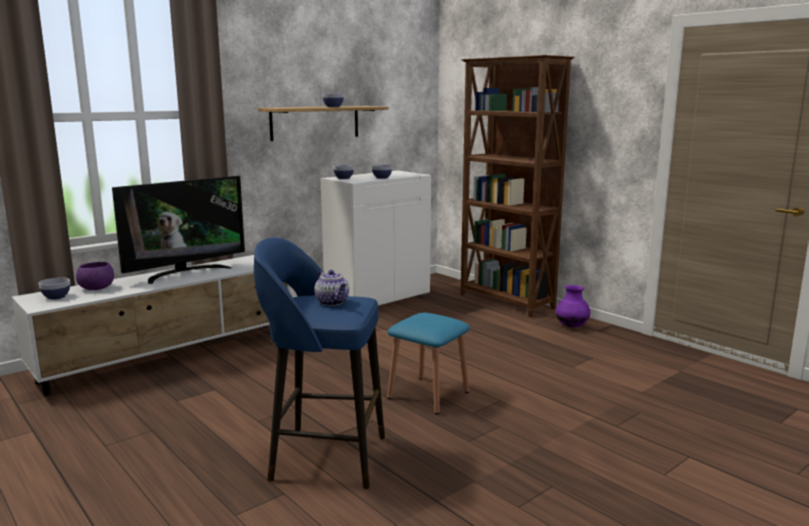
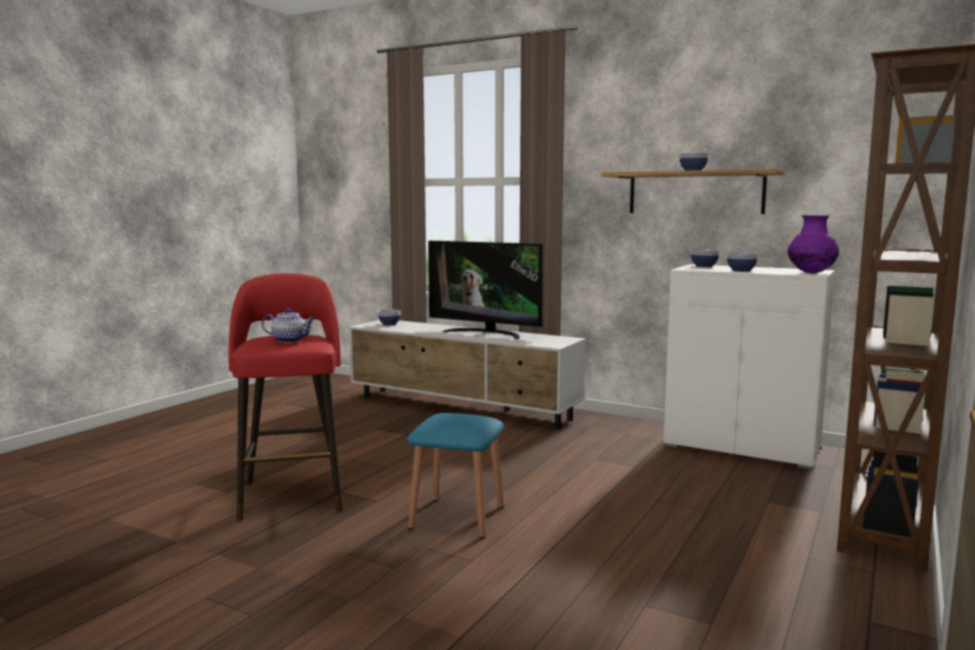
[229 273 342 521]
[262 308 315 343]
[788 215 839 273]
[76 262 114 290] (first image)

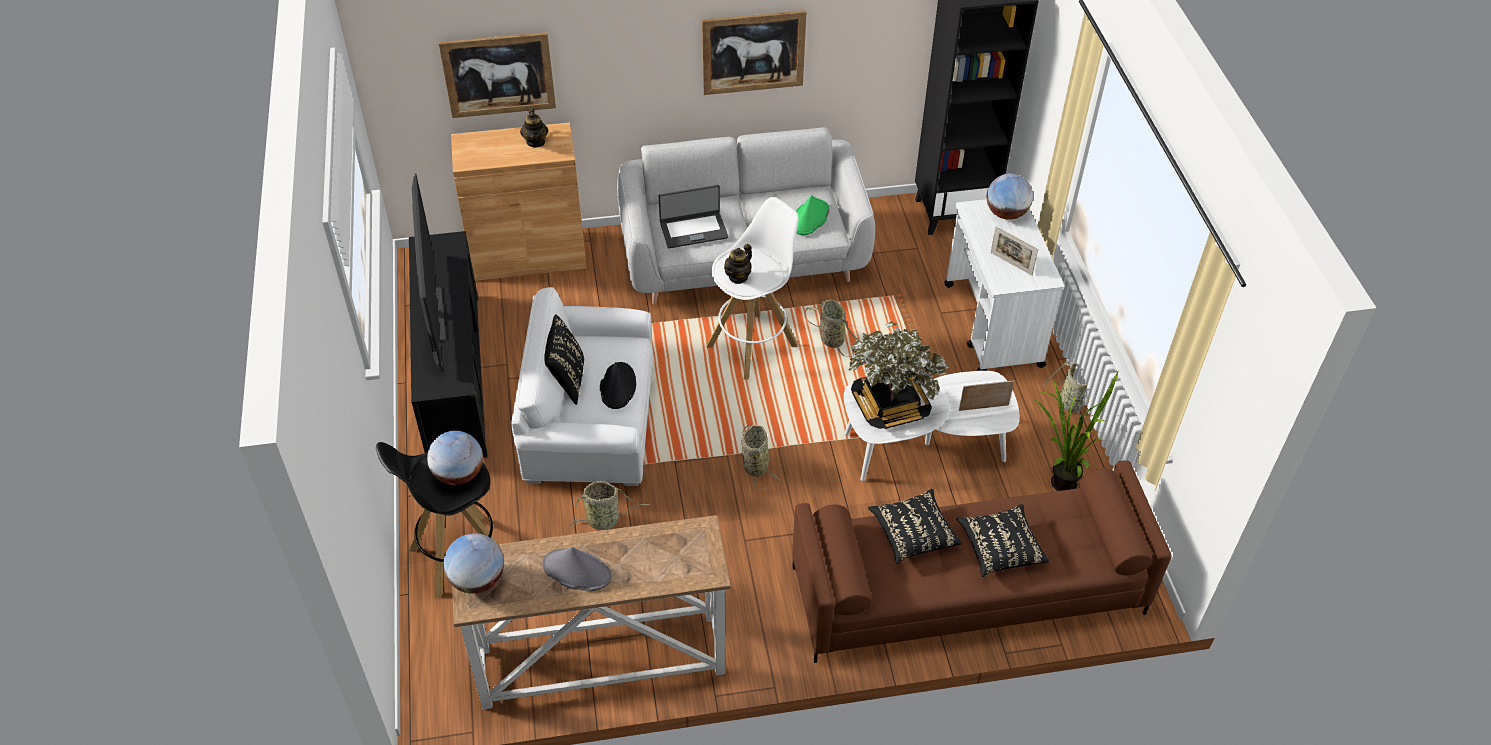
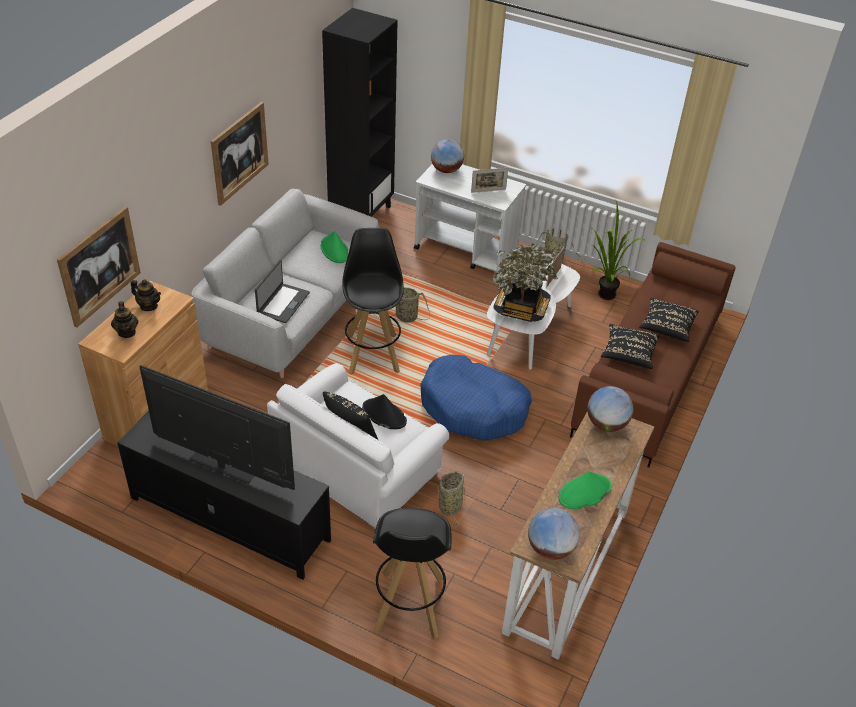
[111 301 138 338]
[342 228 404 375]
[421 355 532 441]
[559 471 611 509]
[587 386 633 432]

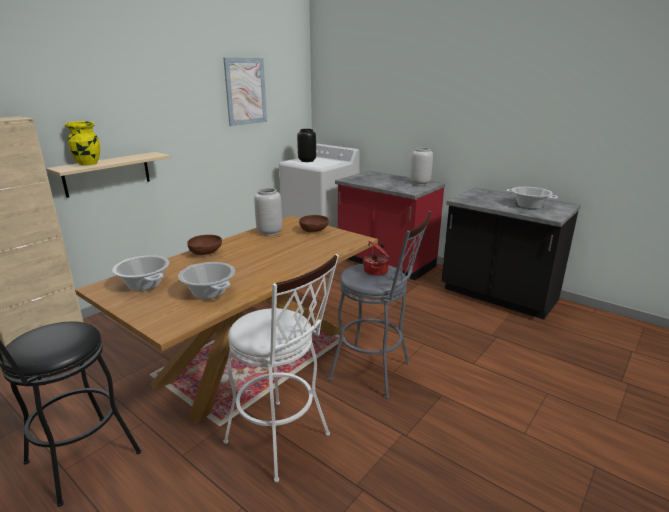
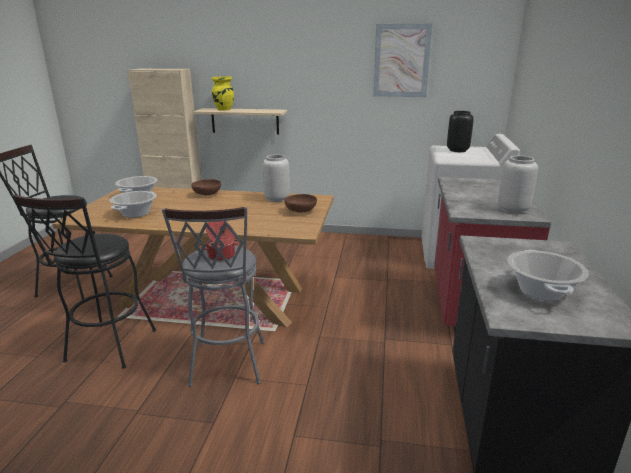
[11 194 156 369]

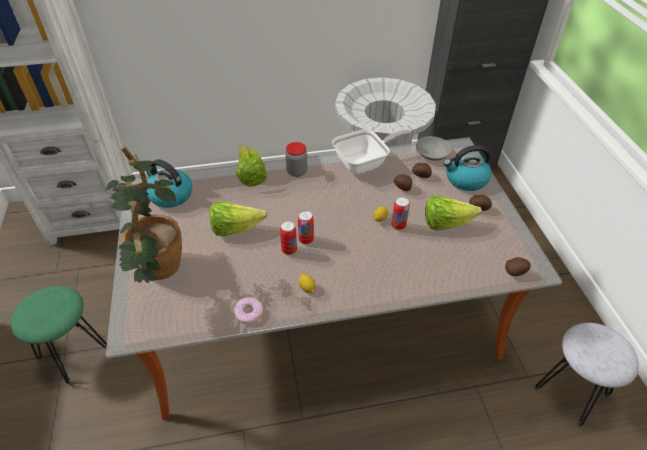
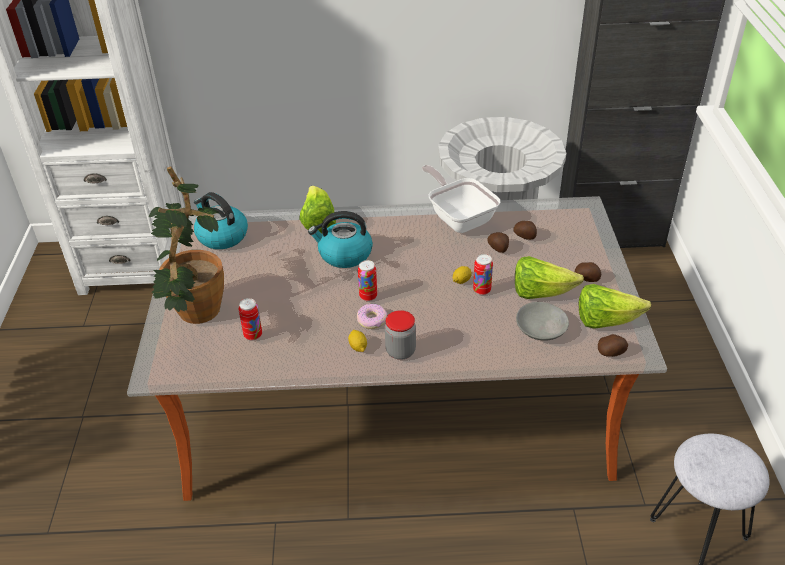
[239 298 262 341]
[308 211 373 268]
[357 304 387 329]
[385 310 416 360]
[422 165 501 233]
[516 302 569 341]
[579 284 651 329]
[11 286 107 385] (first image)

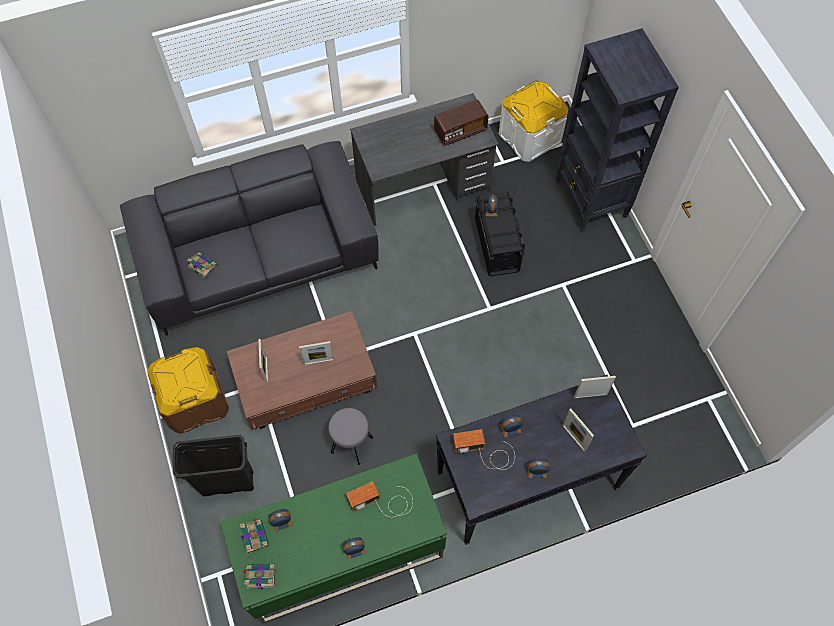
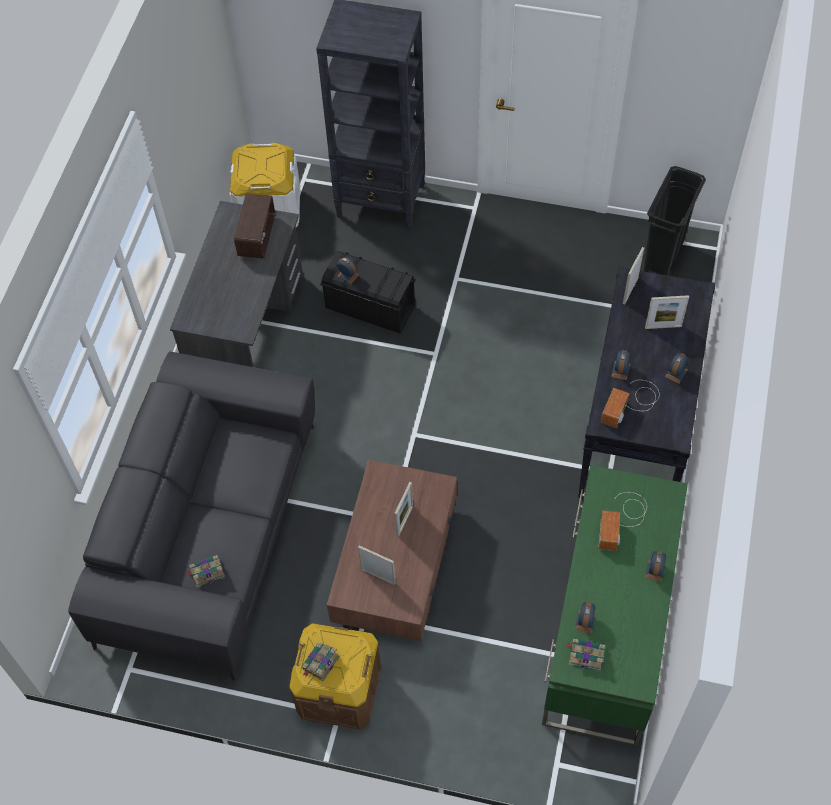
[302 642 340 681]
[644 166 706 275]
[328 408 373 465] (first image)

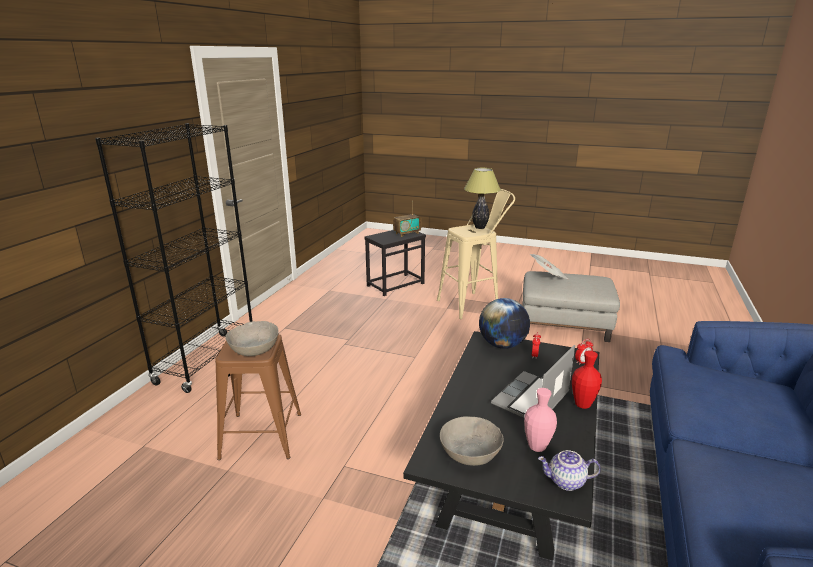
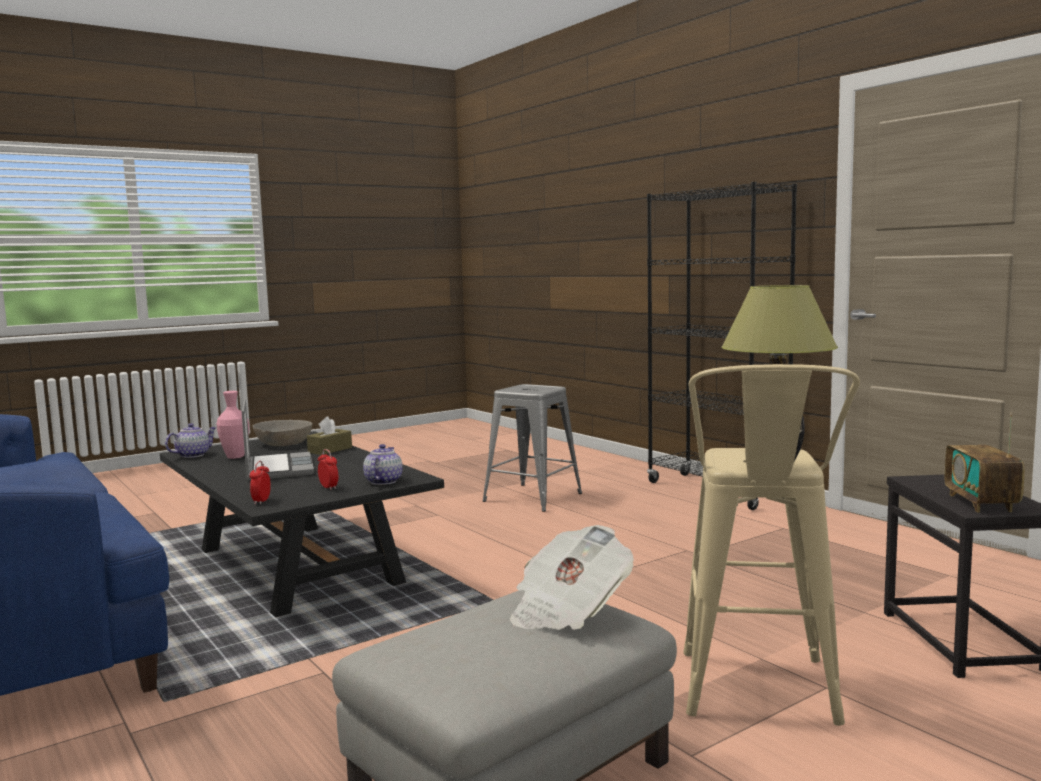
[307 416 352 455]
[363 444 403 485]
[483 384 582 512]
[225 321 279 356] (first image)
[572 351 602 409] (first image)

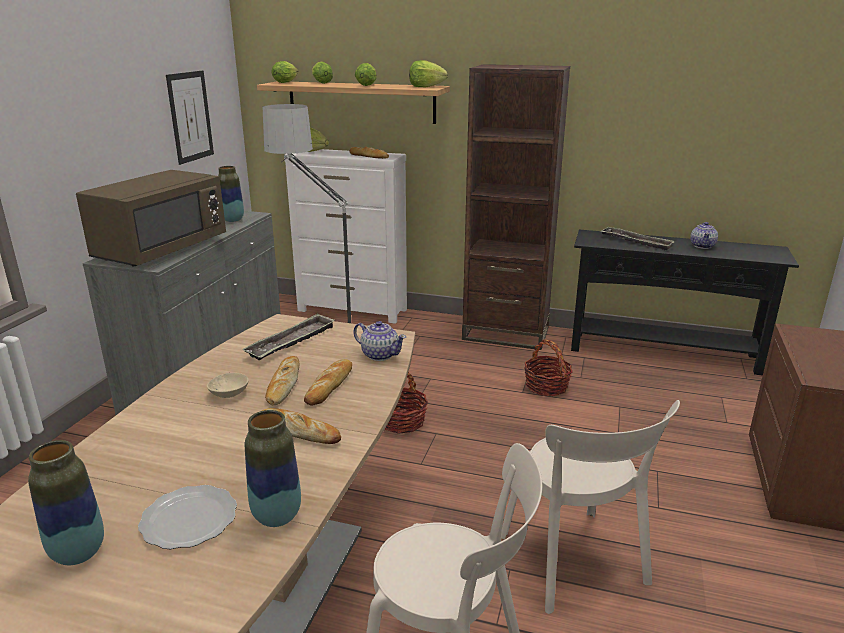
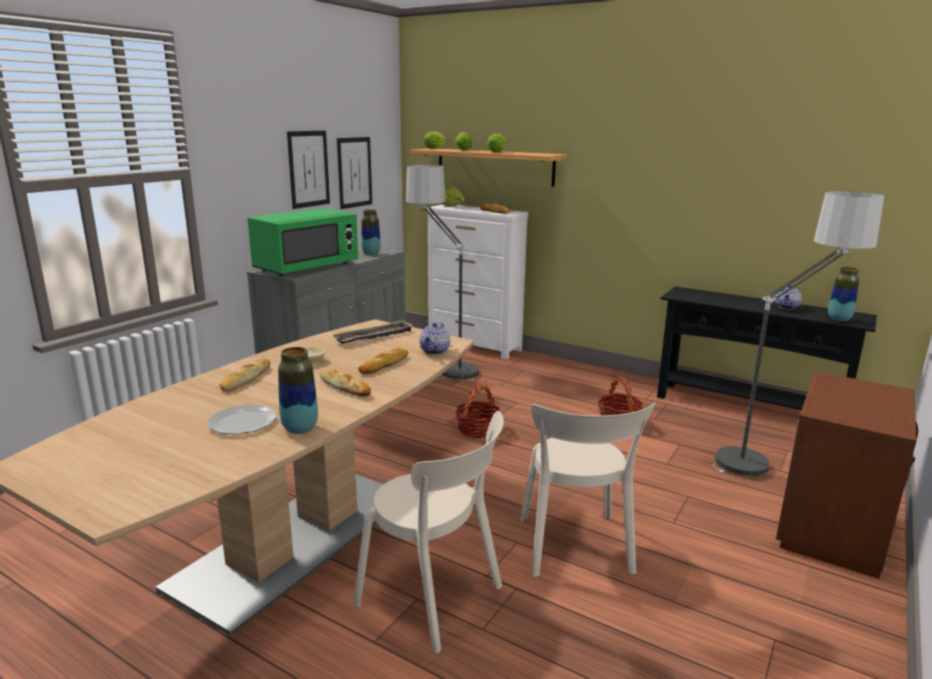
[219 359 270 391]
[247 208 358 276]
[287 131 330 209]
[419 322 450 355]
[713 191 884 477]
[828 267 859 321]
[409 60 448 88] (first image)
[462 64 570 350] (first image)
[601 227 675 251] (first image)

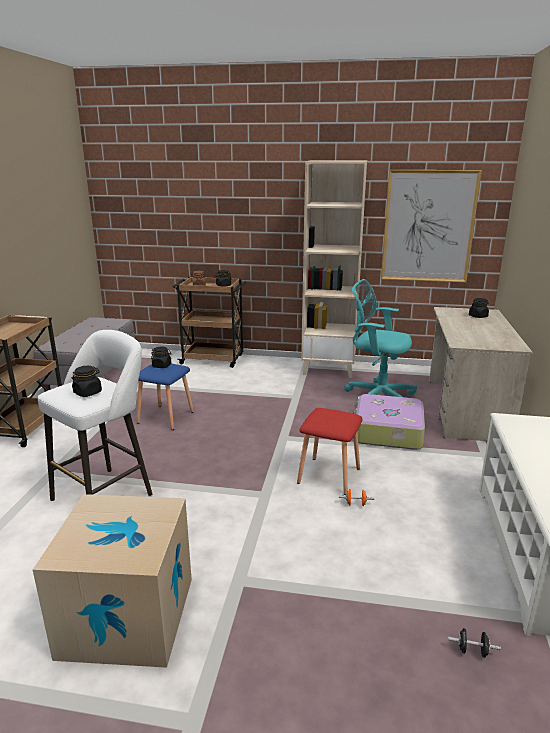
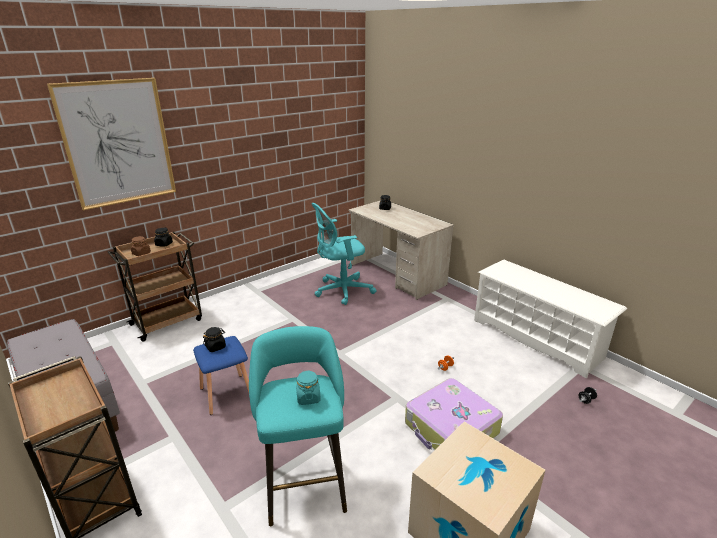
[47 78 176 210]
[249 326 347 526]
[296 371 321 405]
[405 378 503 451]
[297 408 363 495] (first image)
[301 160 367 378] (first image)

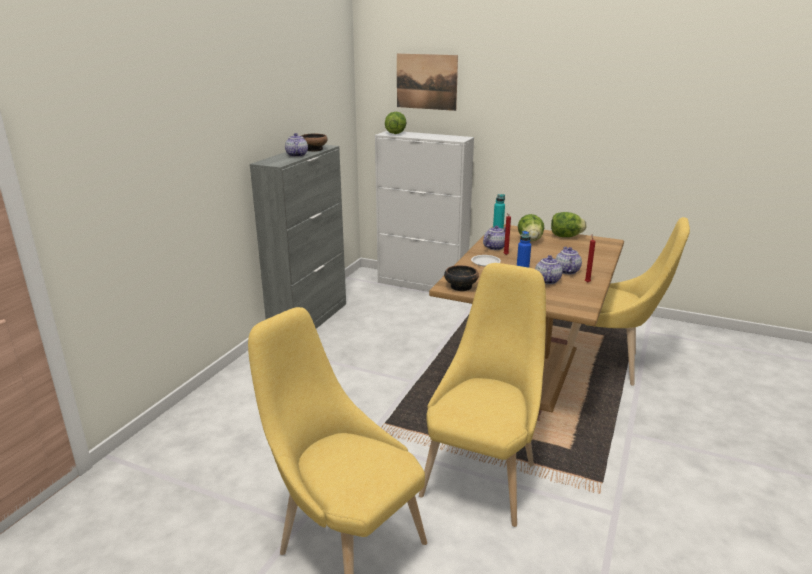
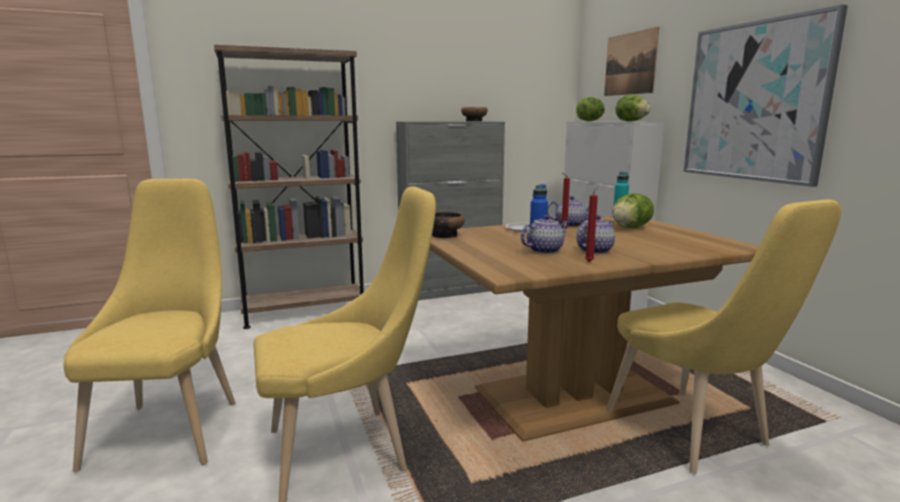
[214 45 364 329]
[615 95 651 121]
[684 5 848 187]
[285 133 308 157] (first image)

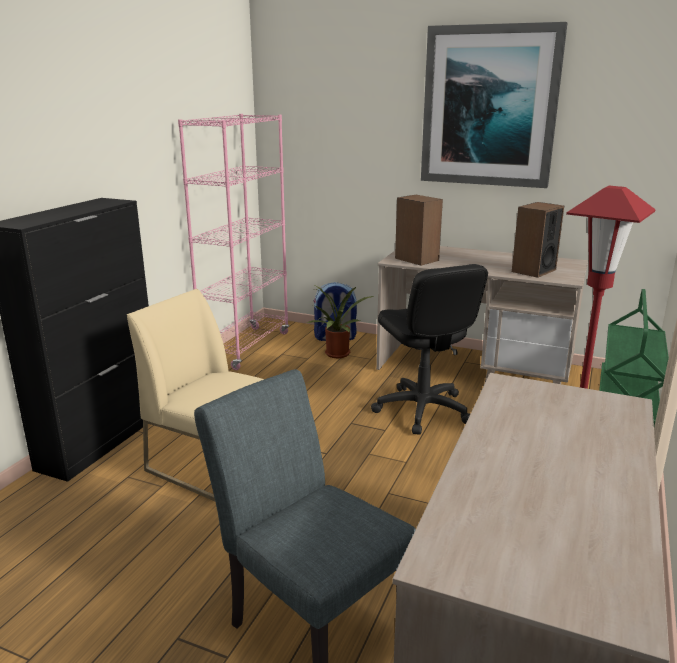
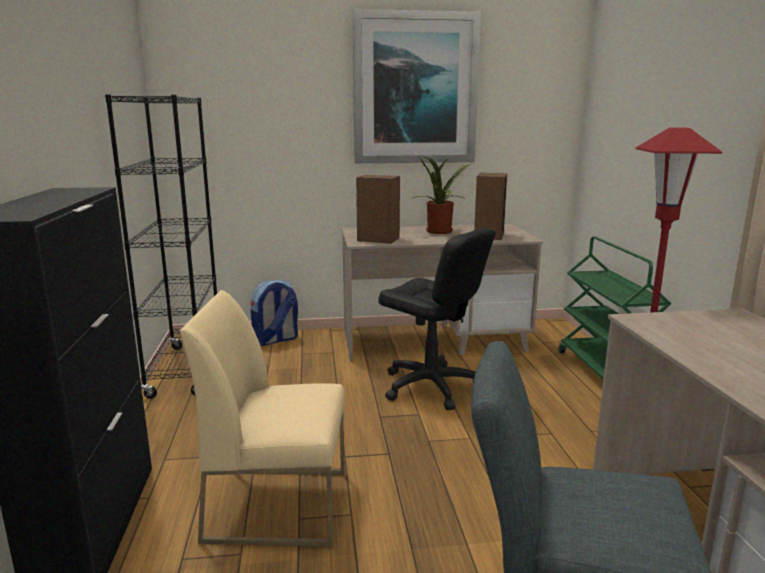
[105 94 217 399]
[410 156 471 234]

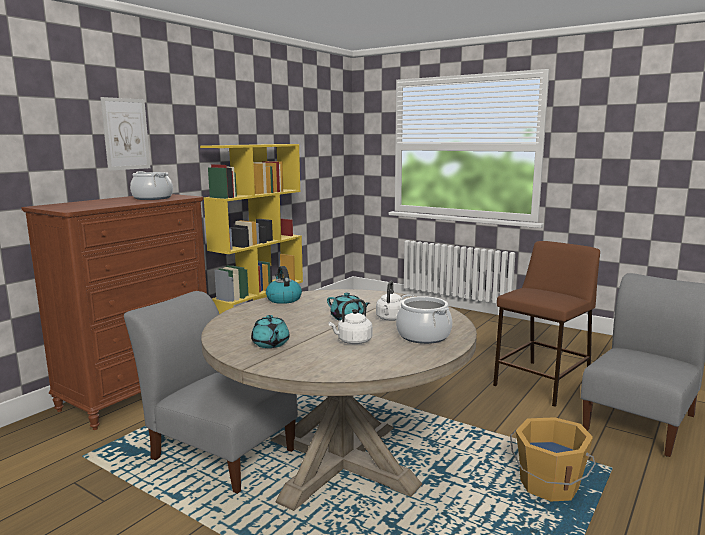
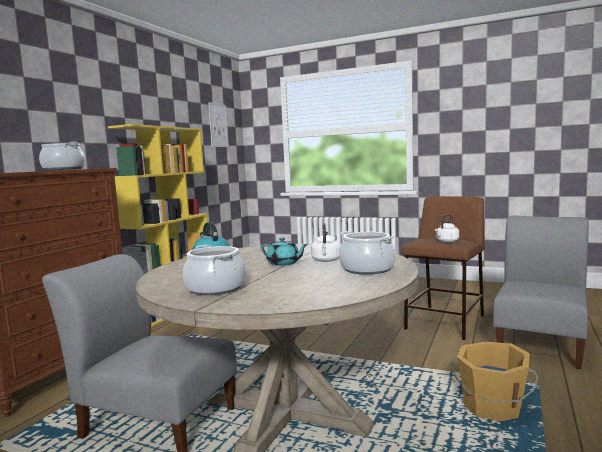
[183 245 246 295]
[208 102 229 147]
[435 214 459 242]

